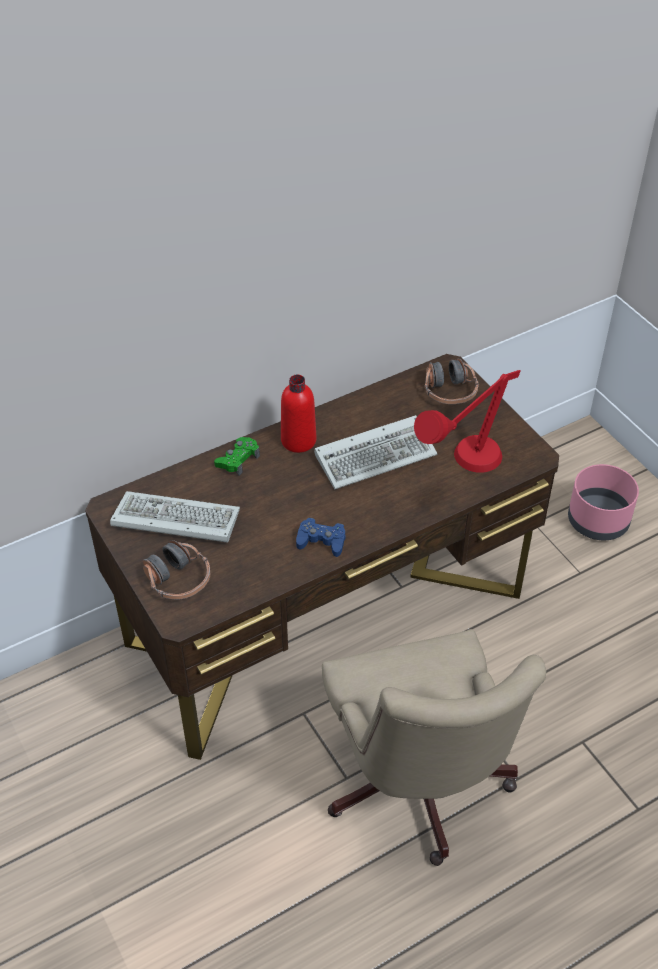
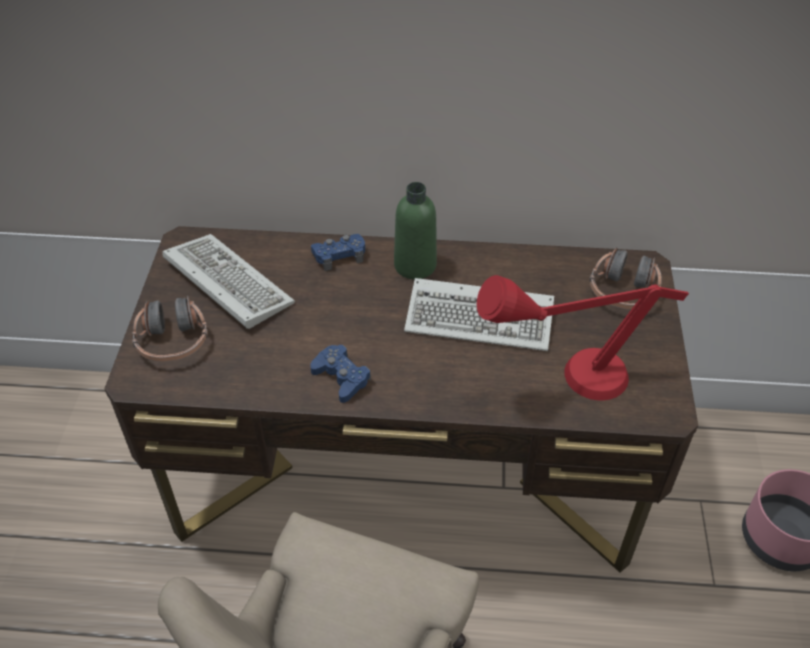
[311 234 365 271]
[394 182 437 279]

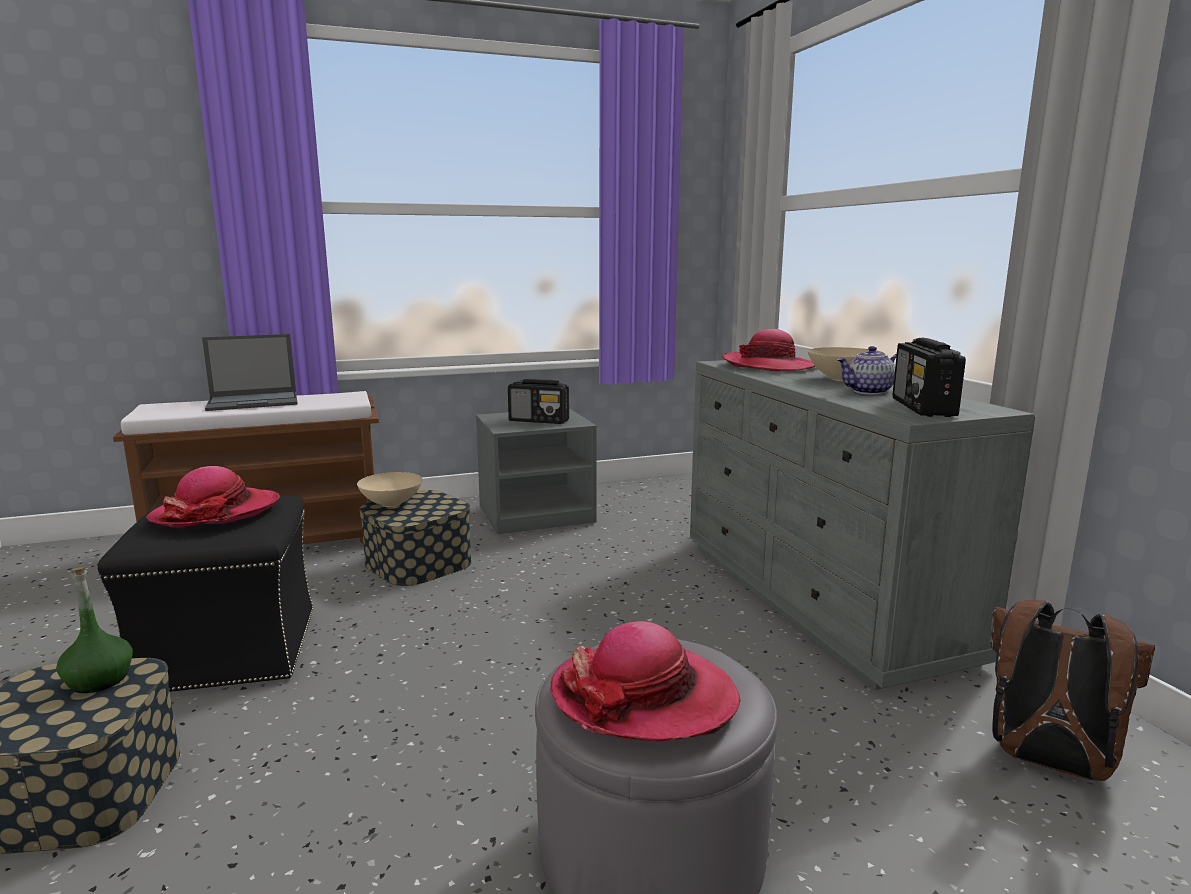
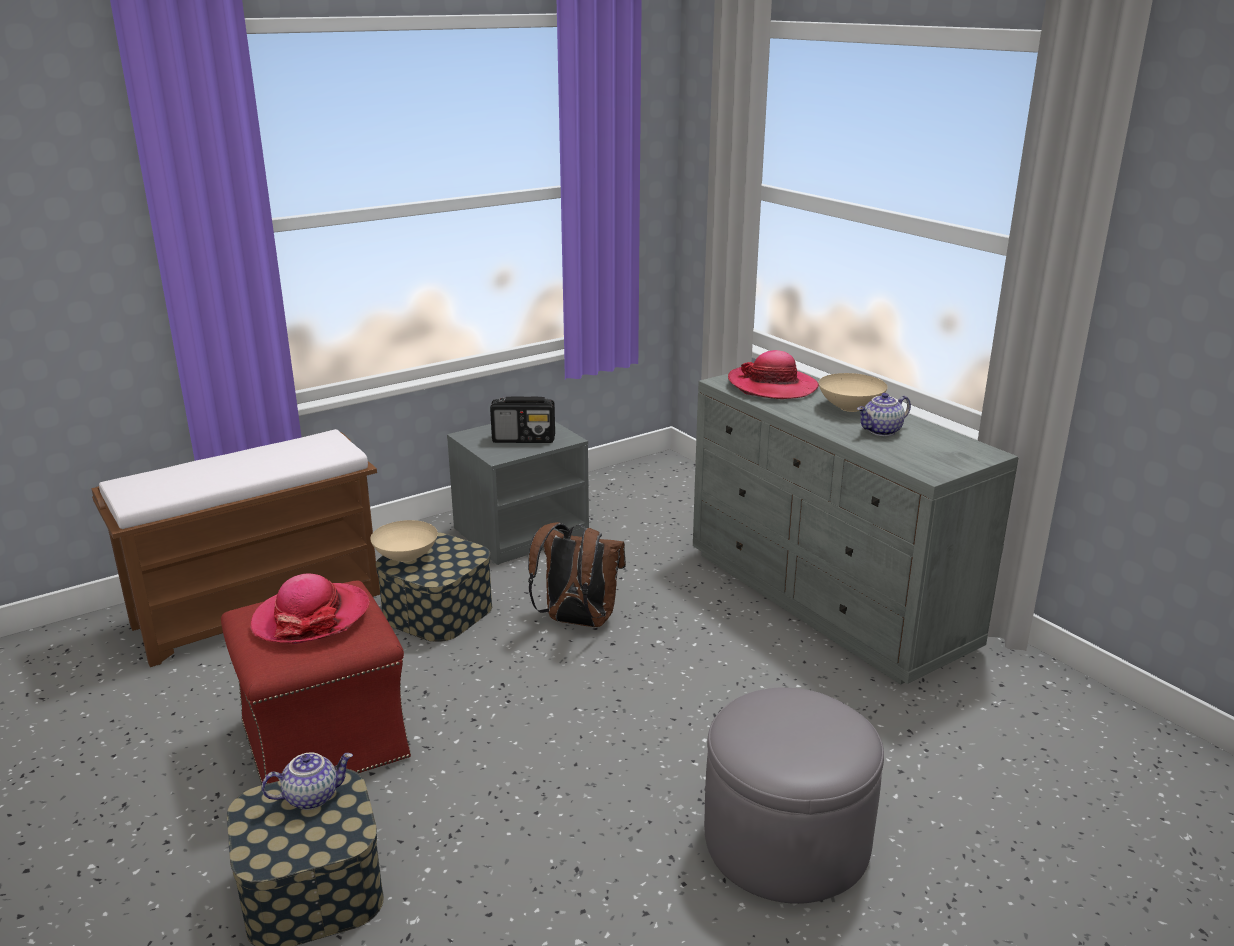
[221 580 411 785]
[262 753 353 810]
[528 522 626 627]
[202 334 298 411] (first image)
[550 621 741 742] (first image)
[893 338 966 417] (first image)

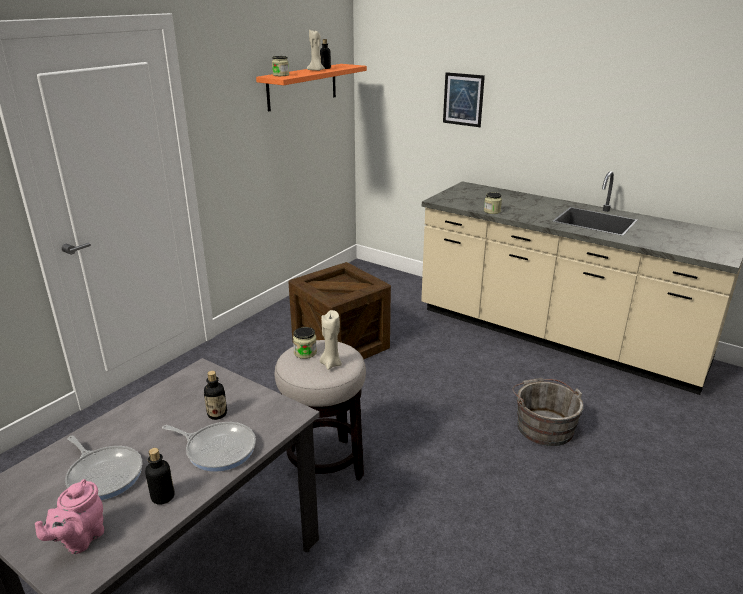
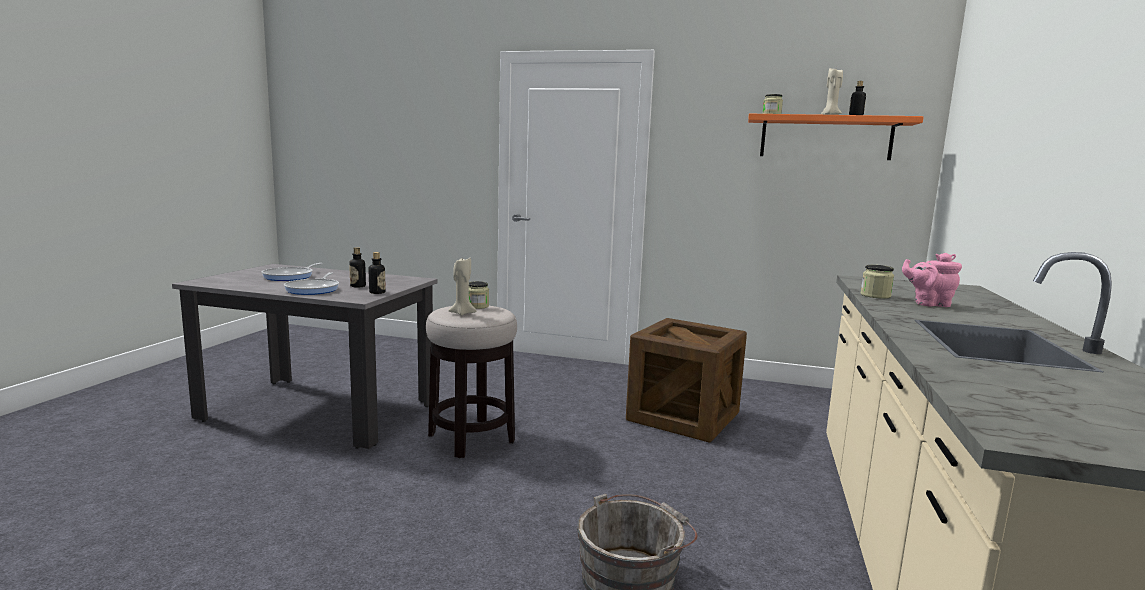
[369 252 386 294]
[902 253 962 307]
[443 72 485 127] (first image)

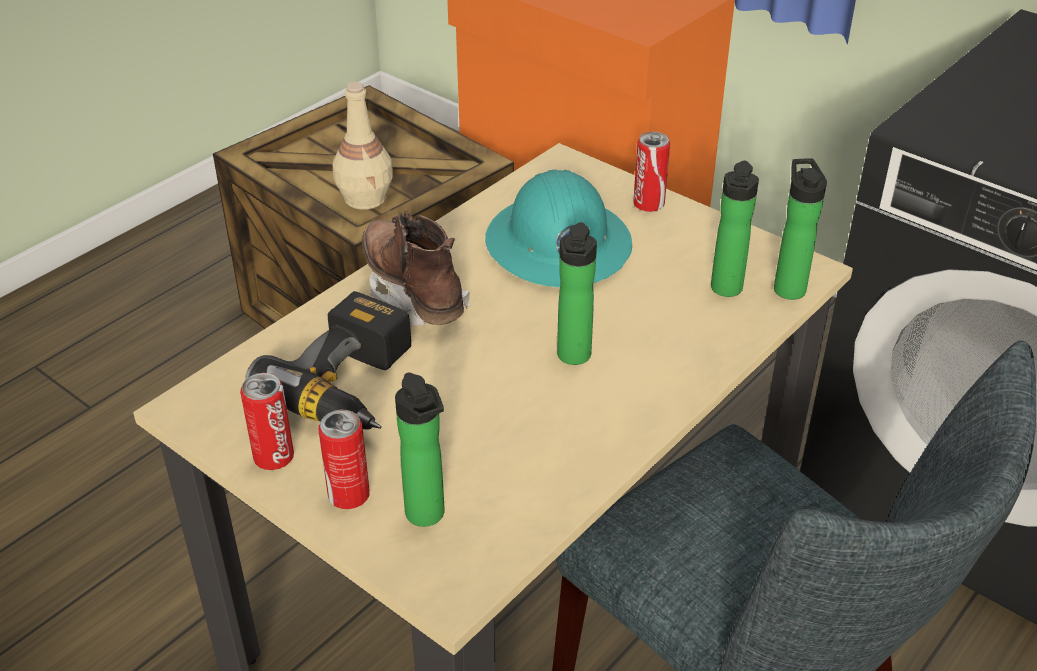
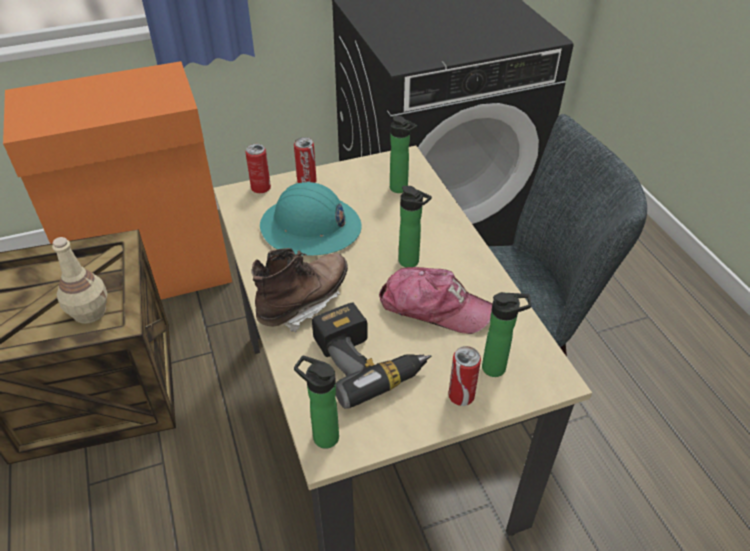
[245 144 271 193]
[251 248 348 333]
[294 356 339 449]
[379 267 493 334]

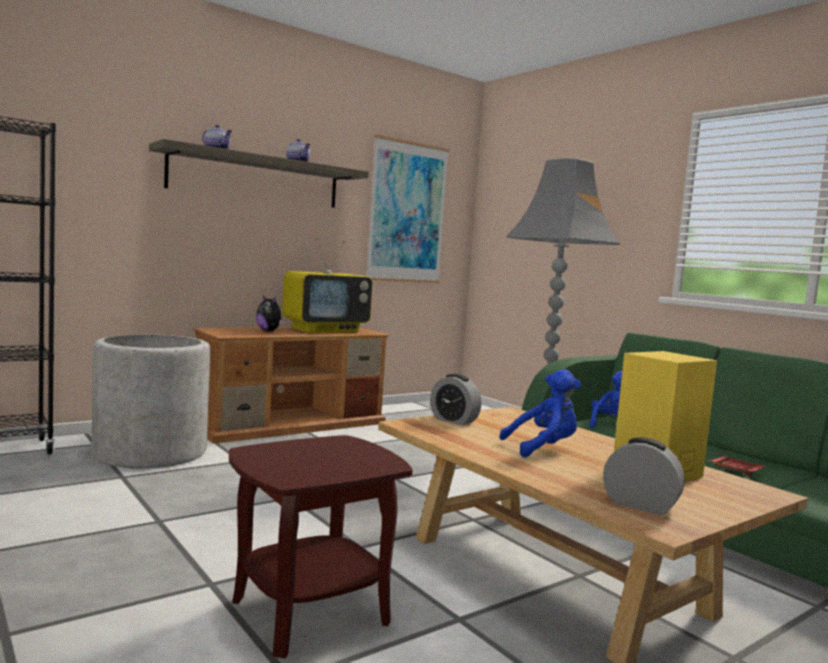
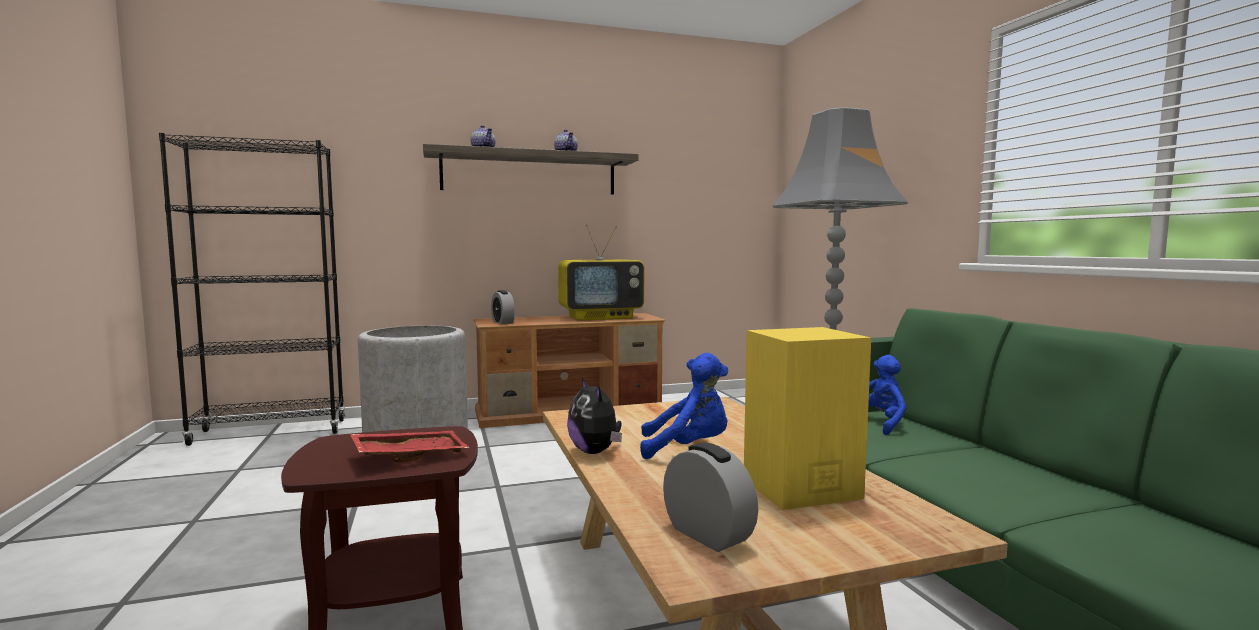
[350 431 469 462]
[491 290 515 324]
[567 378 622 454]
[367 135 449 283] (first image)

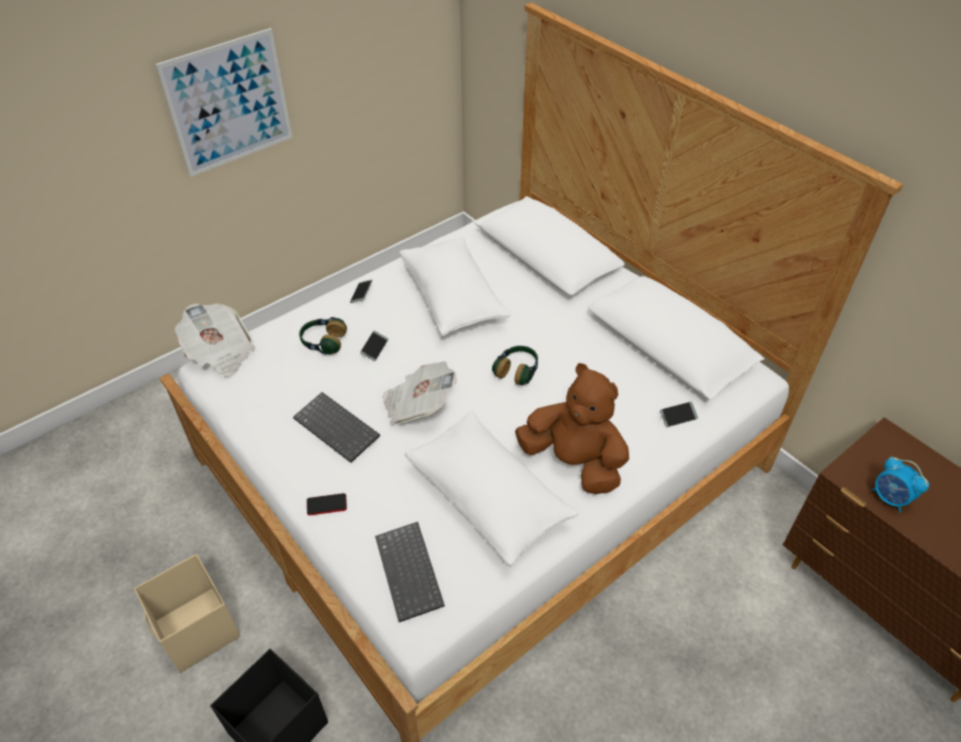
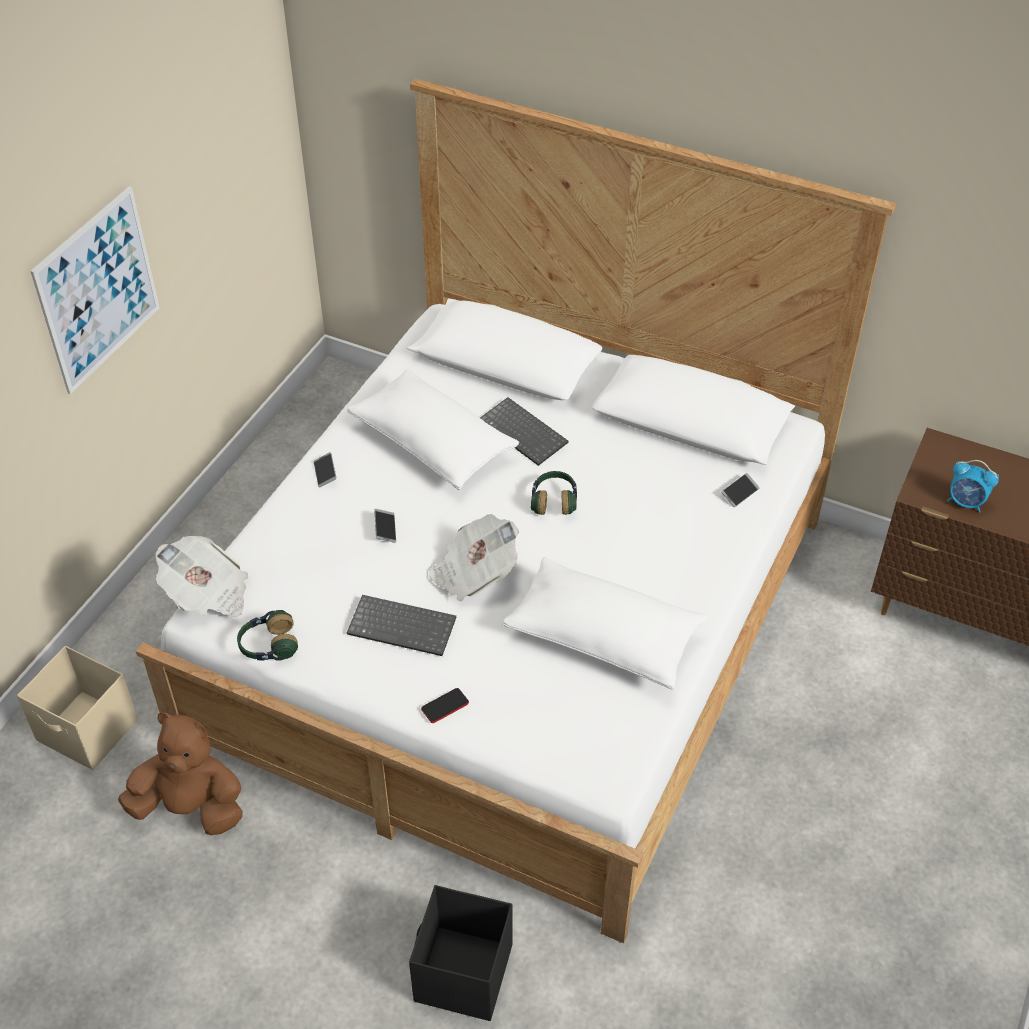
[17 646 138 770]
[118 713 243 835]
[237 610 298 661]
[480 397 569 466]

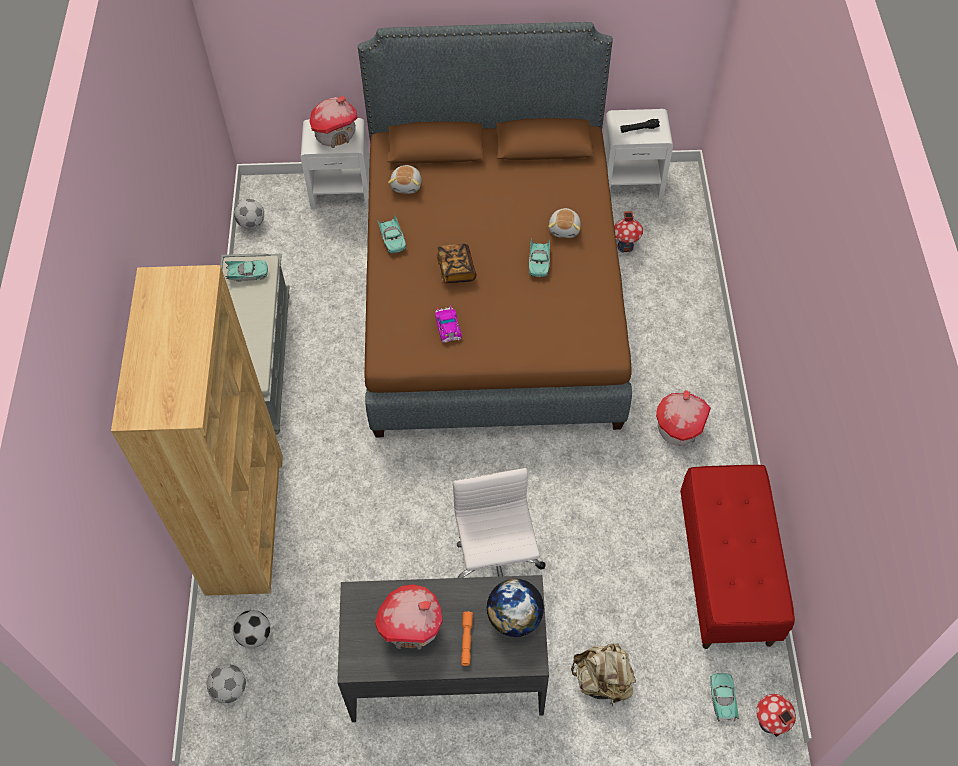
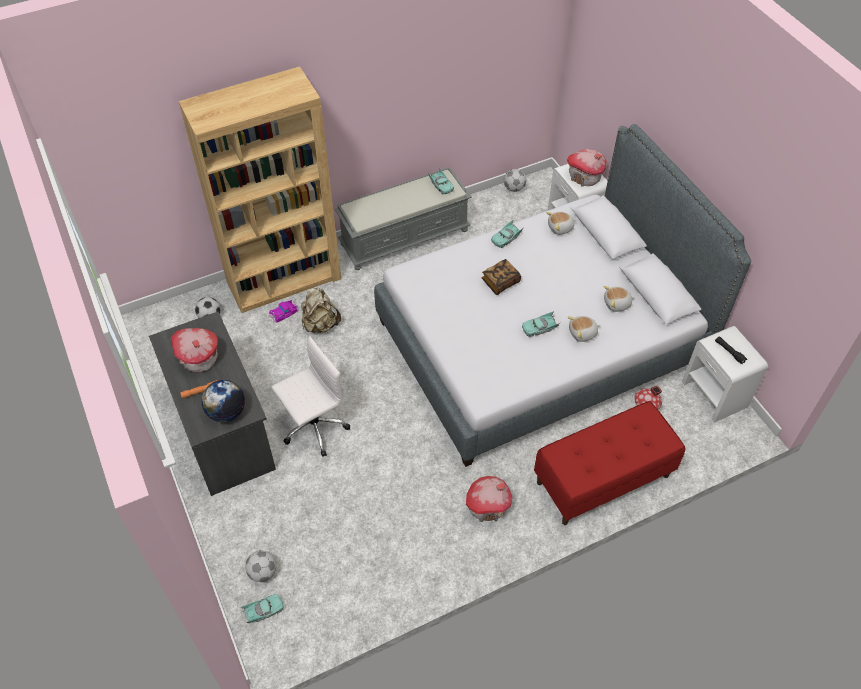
[245 551 277 582]
[269 300 299 323]
[301 288 341 333]
[374 124 751 467]
[534 401 686 525]
[604 286 635 312]
[756 694 796 737] (first image)

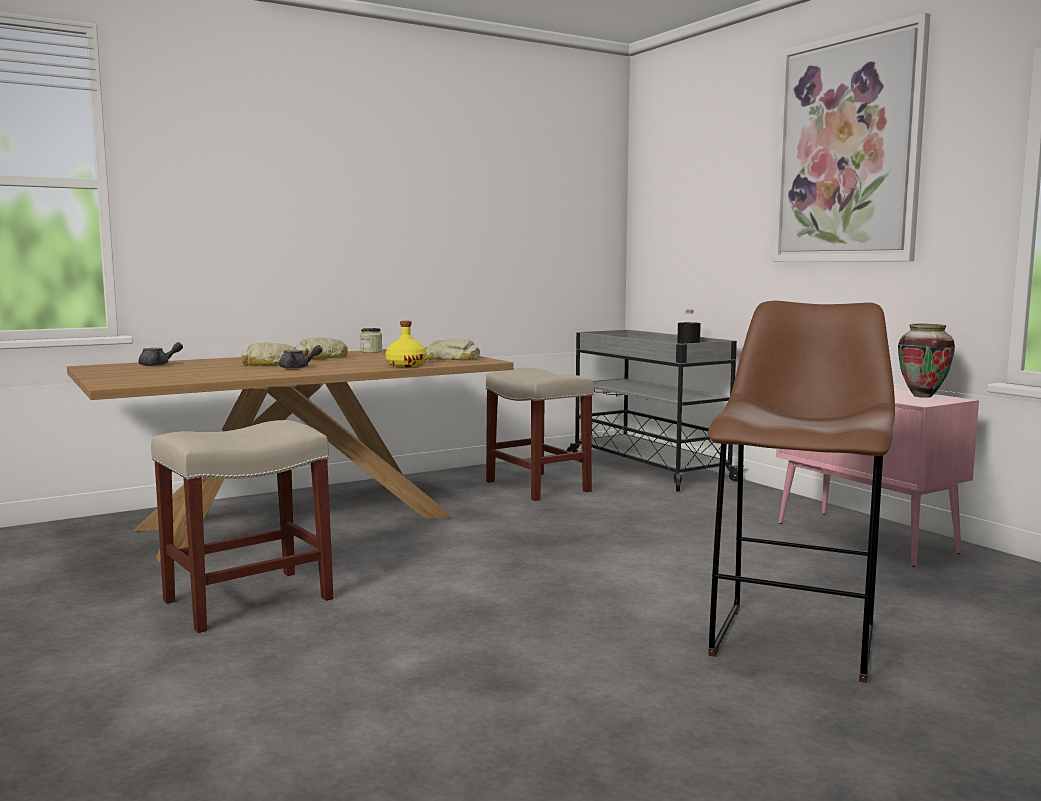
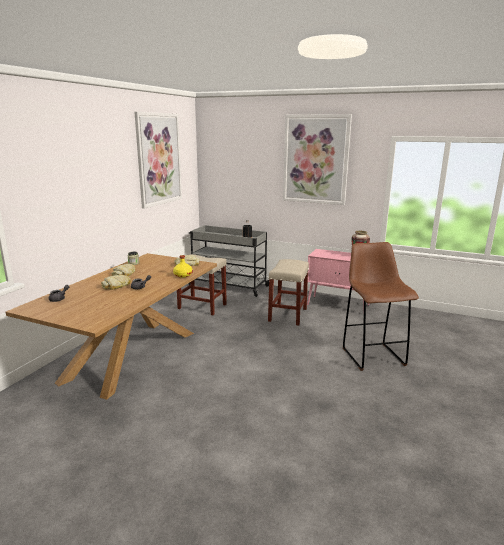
[134 112 182 209]
[268 259 309 326]

